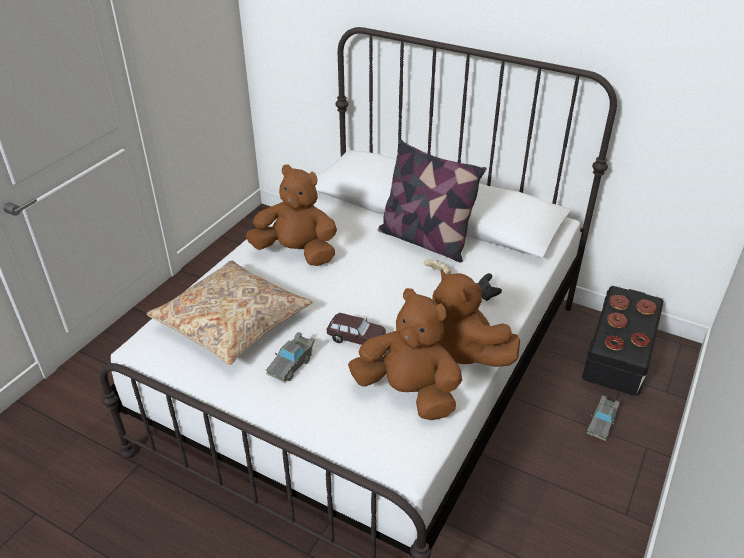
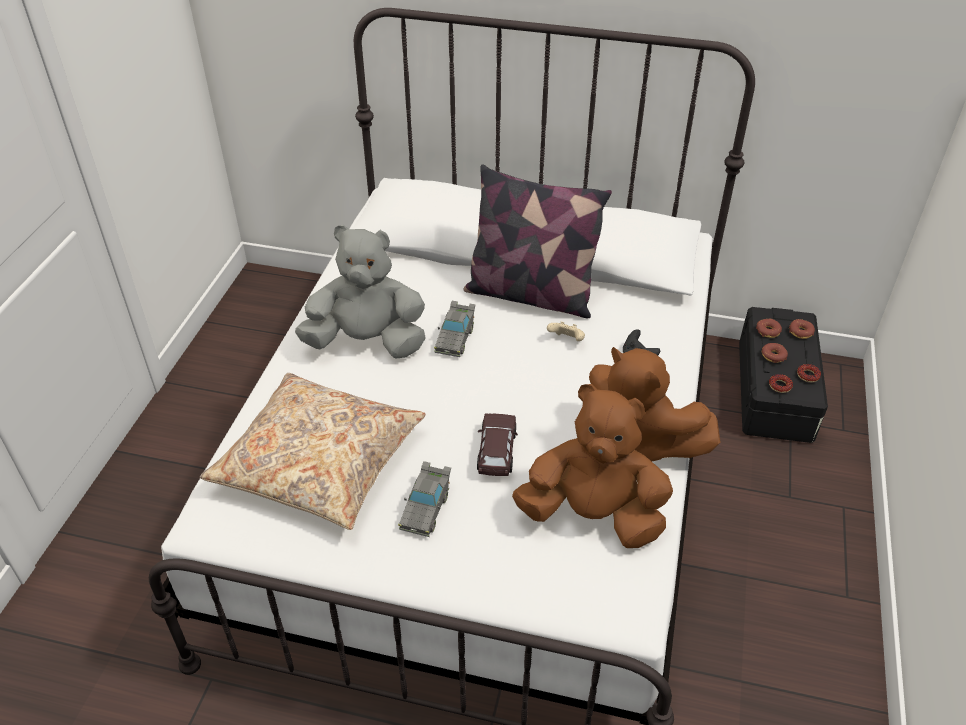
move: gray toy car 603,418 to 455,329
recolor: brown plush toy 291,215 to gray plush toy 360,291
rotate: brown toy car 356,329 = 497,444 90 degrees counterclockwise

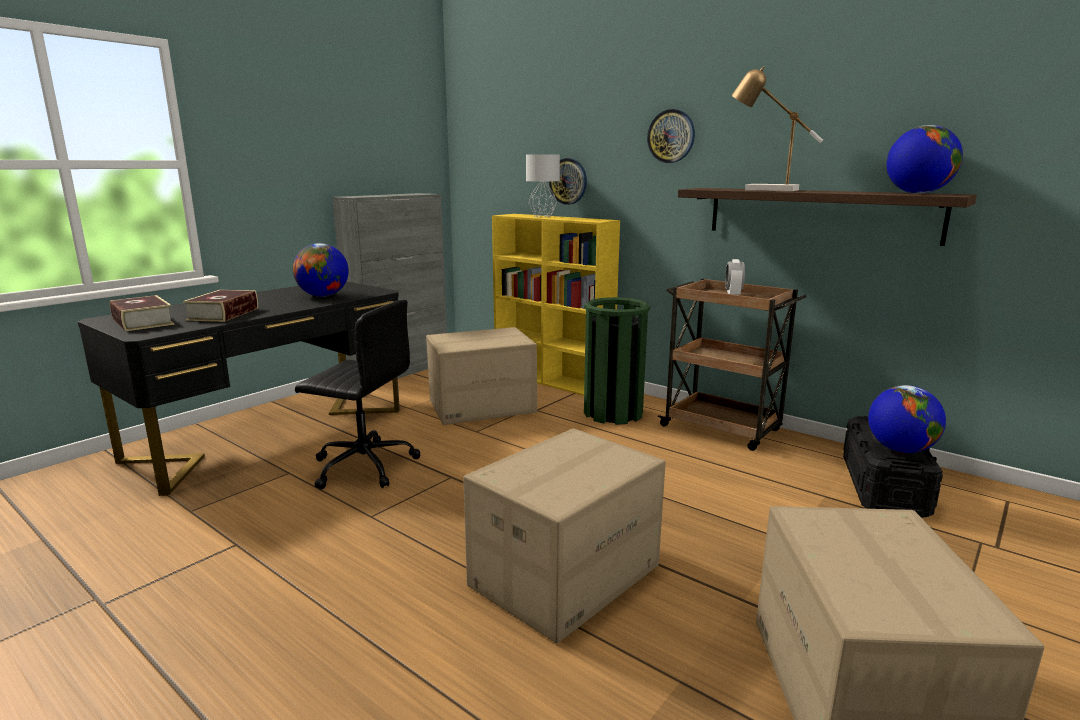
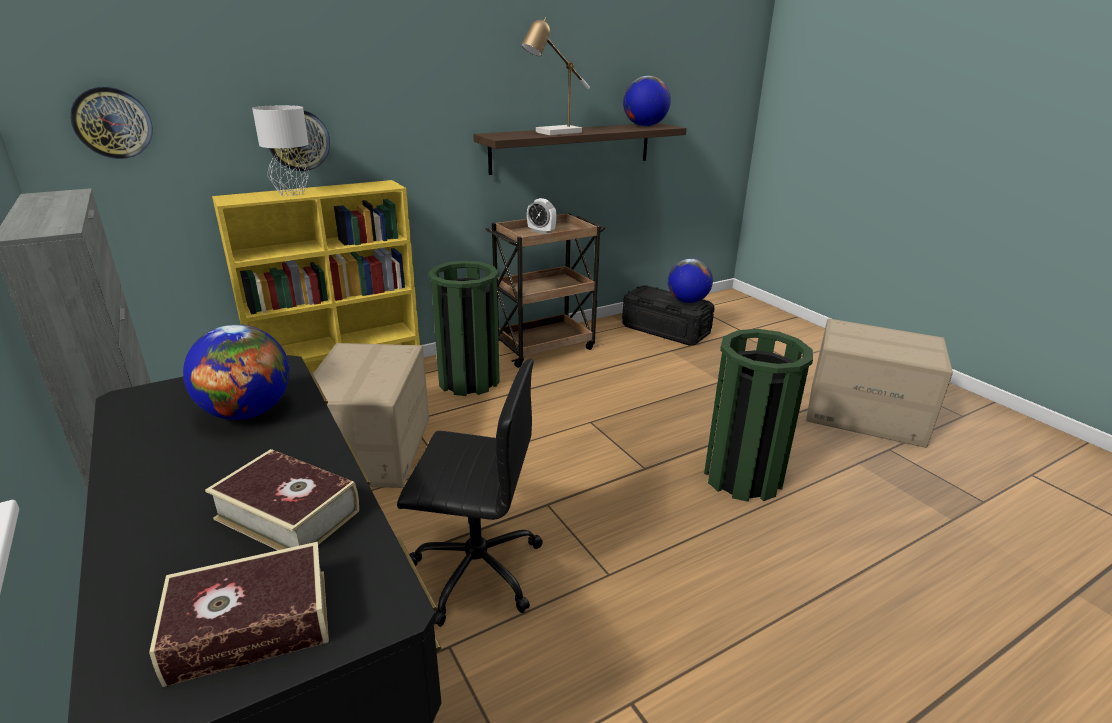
move: hanging clock 671,136 to 111,123
replace: carton 564,535 to greenish waste bin 758,415
rotate: black desk chair 358,395 = 470,493 60 degrees clockwise

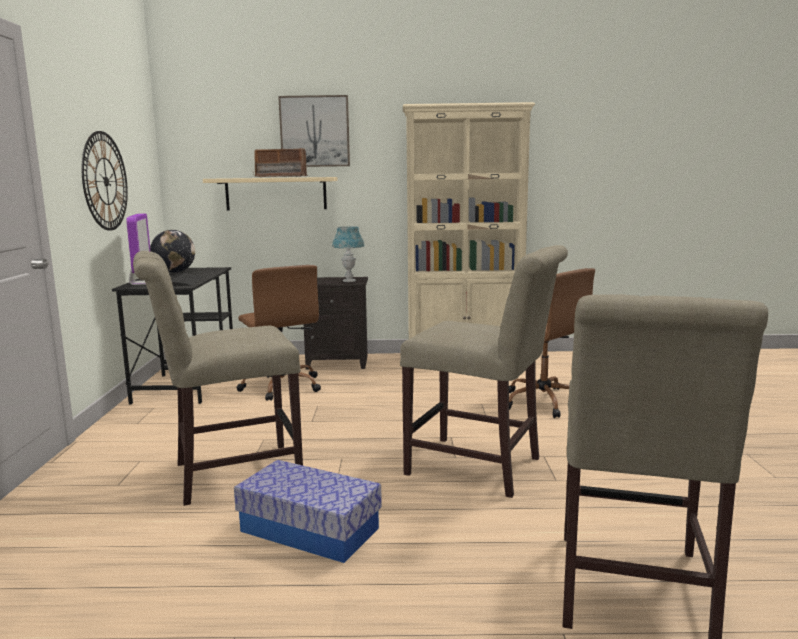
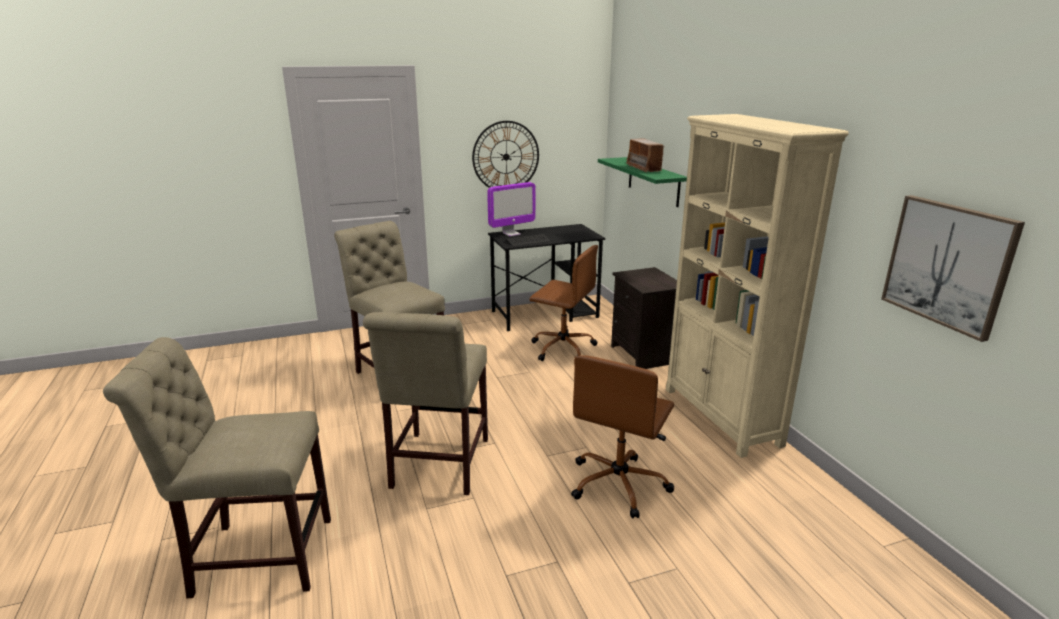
delete: bluish tabletop lamp 348,254; desk globe 172,251; storage bin 308,511
move: wall picture 314,131 to 953,268
recolor: beige-coloured shelf 270,194 to greenish shelf 642,182
rotate: brown desk chair 279,333 = 564,303 105 degrees counterclockwise

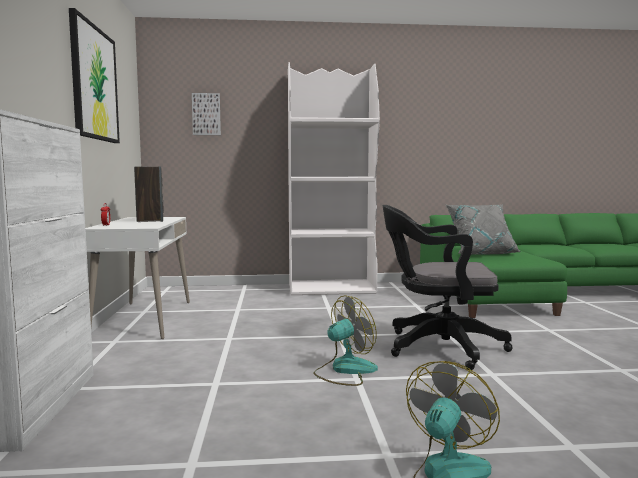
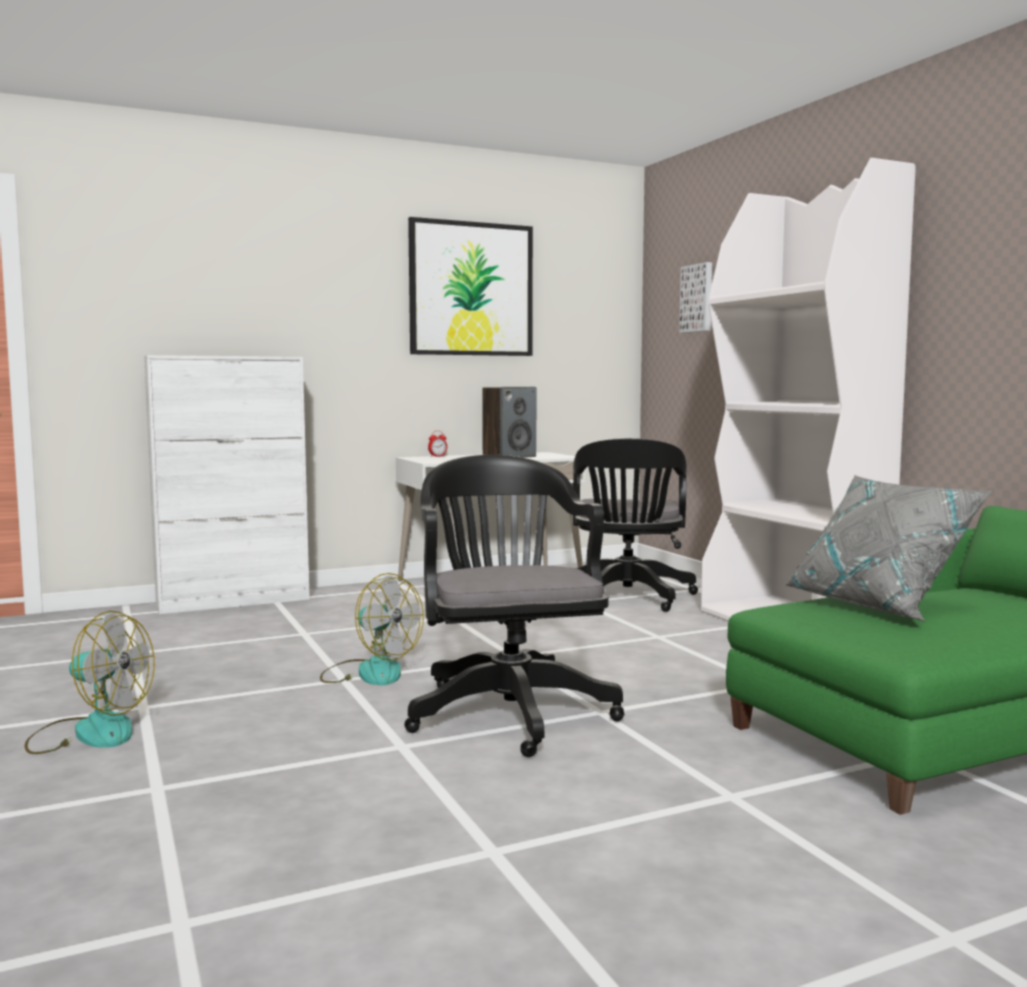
insert: black desk chair 635,525

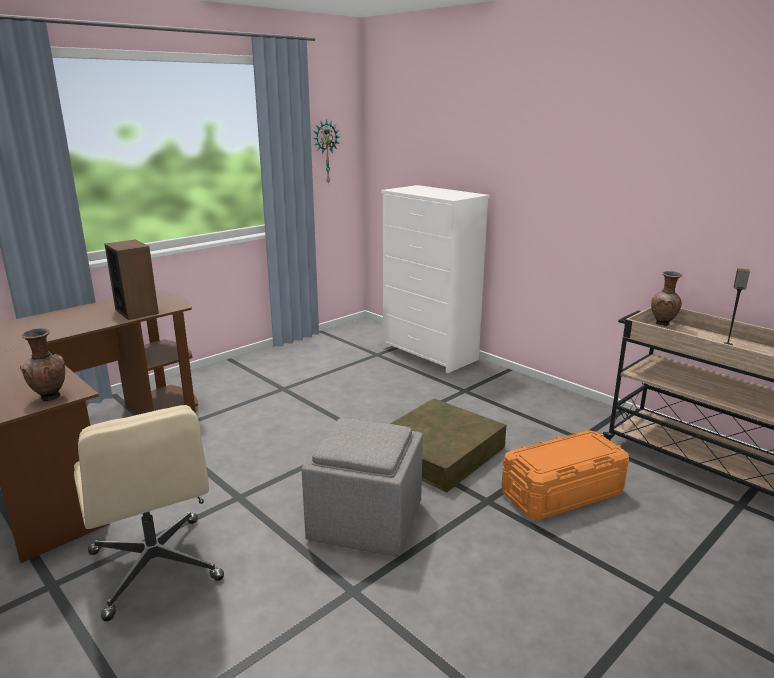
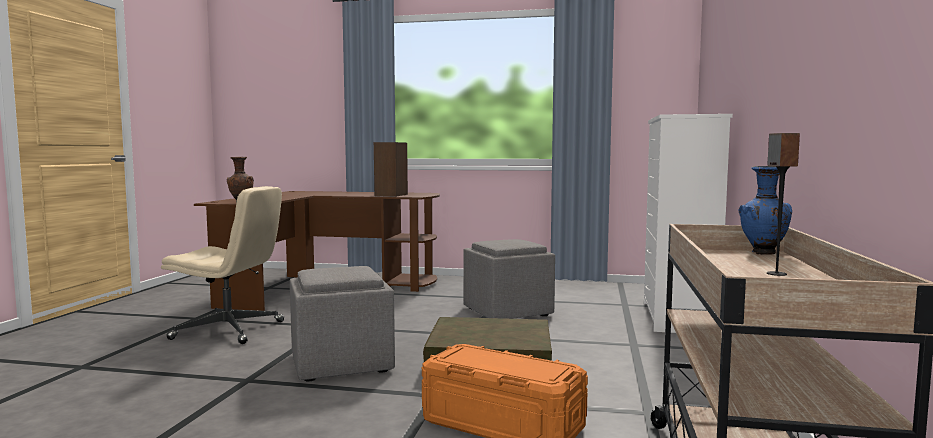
delete: hanging clock 326,152
insert: gray footrest 509,279
recolor: brown flower vase 666,298 to bluish flower vase 765,210
rotate: beige-coloured desk chair 149,513 = 222,265 105 degrees counterclockwise

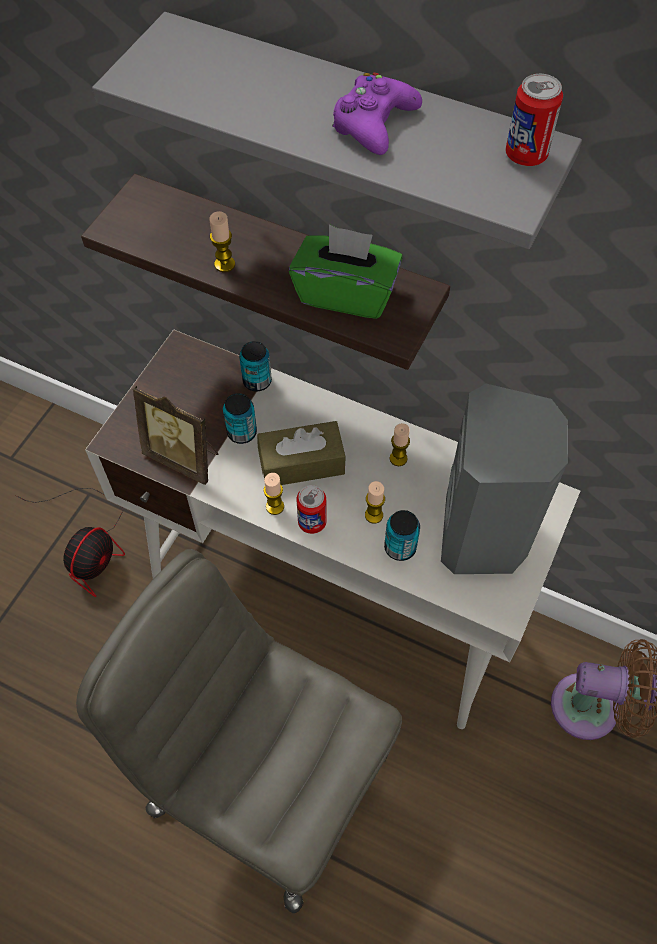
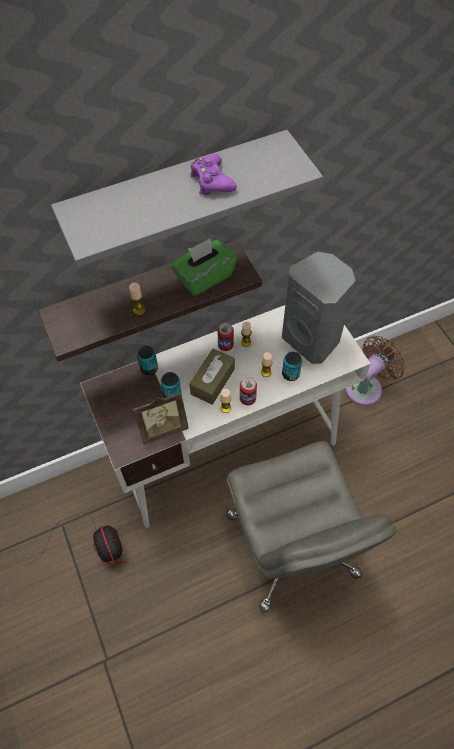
move: metal can 534,120 to 225,337
rotate: gray desk chair 239,731 = 311,526 90 degrees counterclockwise

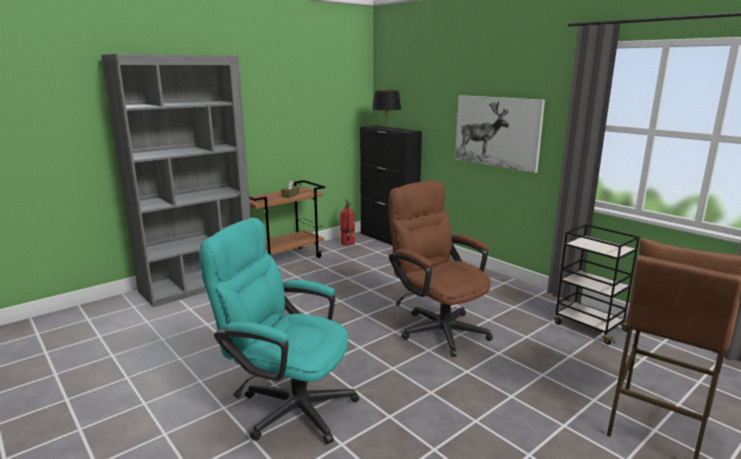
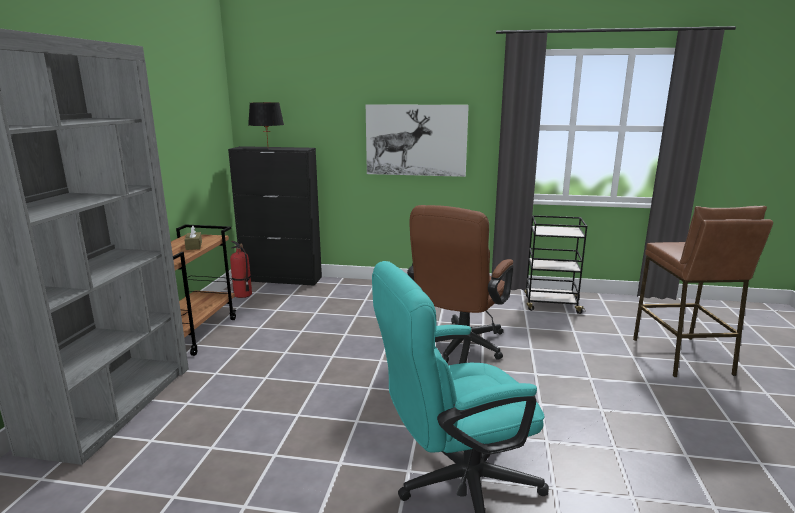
rotate: brown desk chair 441,269 = 460,284 75 degrees counterclockwise

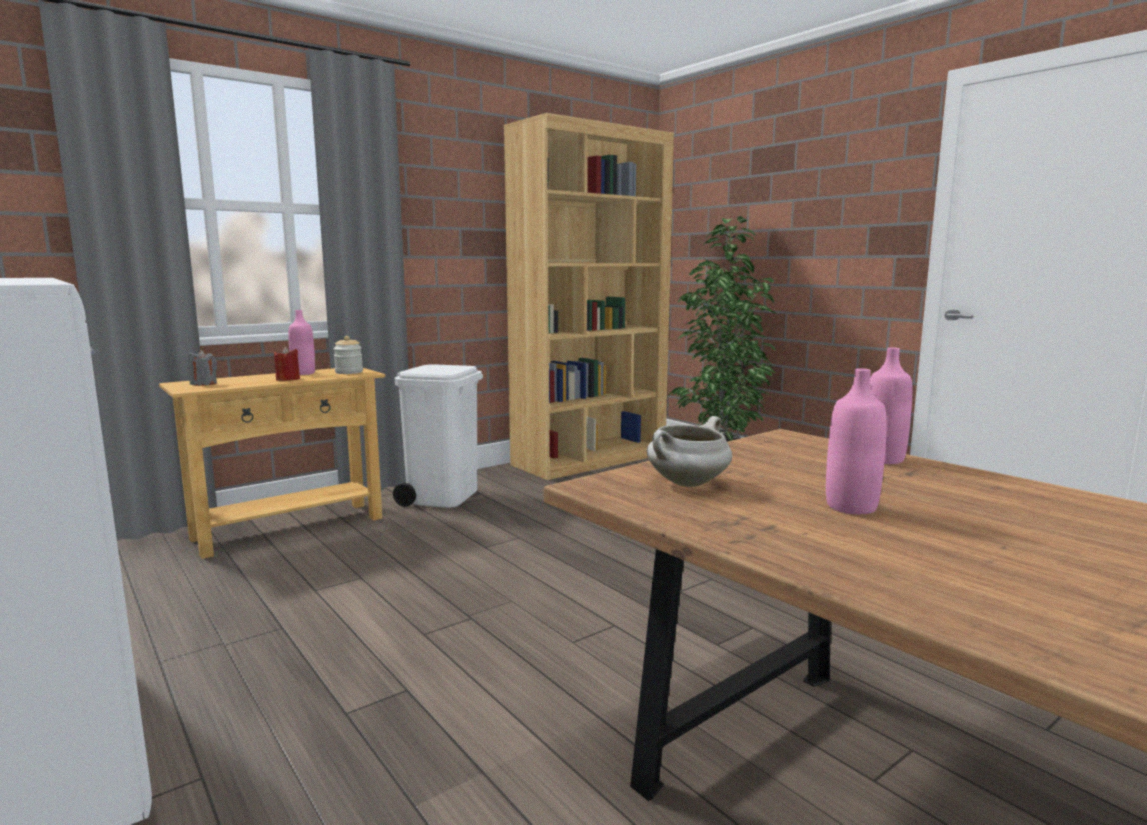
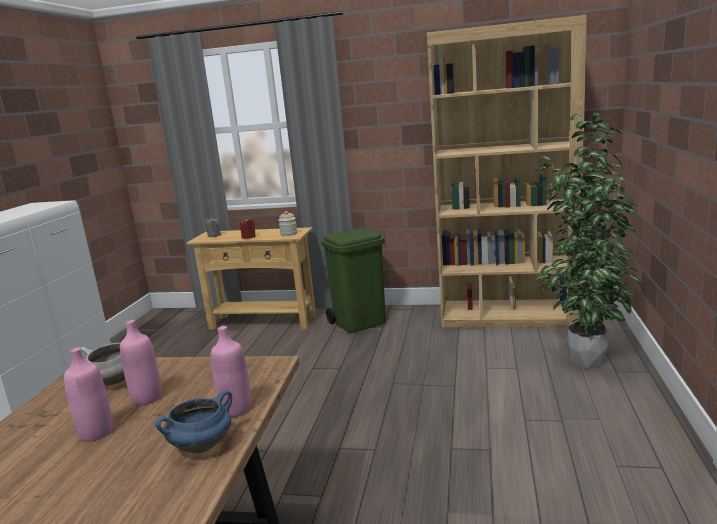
insert: bluish stockpot 193,421
move: pink-coloured drink bottle 301,342 to 141,362
recolor: whitish waste bin 438,436 to greenish waste bin 353,280

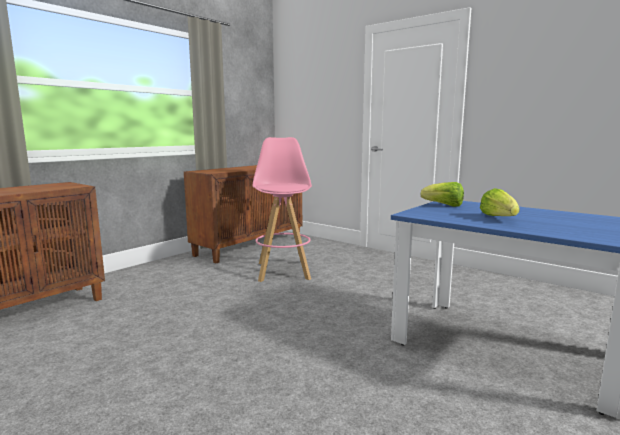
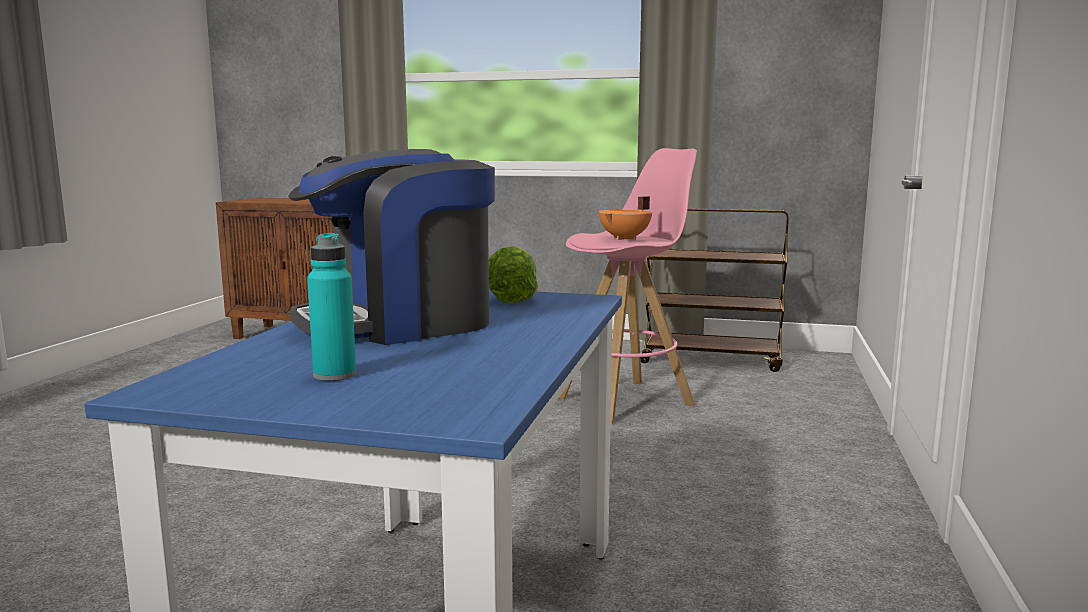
insert: orange-coloured stockpot 625,218; turquoise drink bottle 331,307
replace: brown cupboard 243,214 to brown trolley 715,290; lettuce 500,202 to coffee machine 391,247

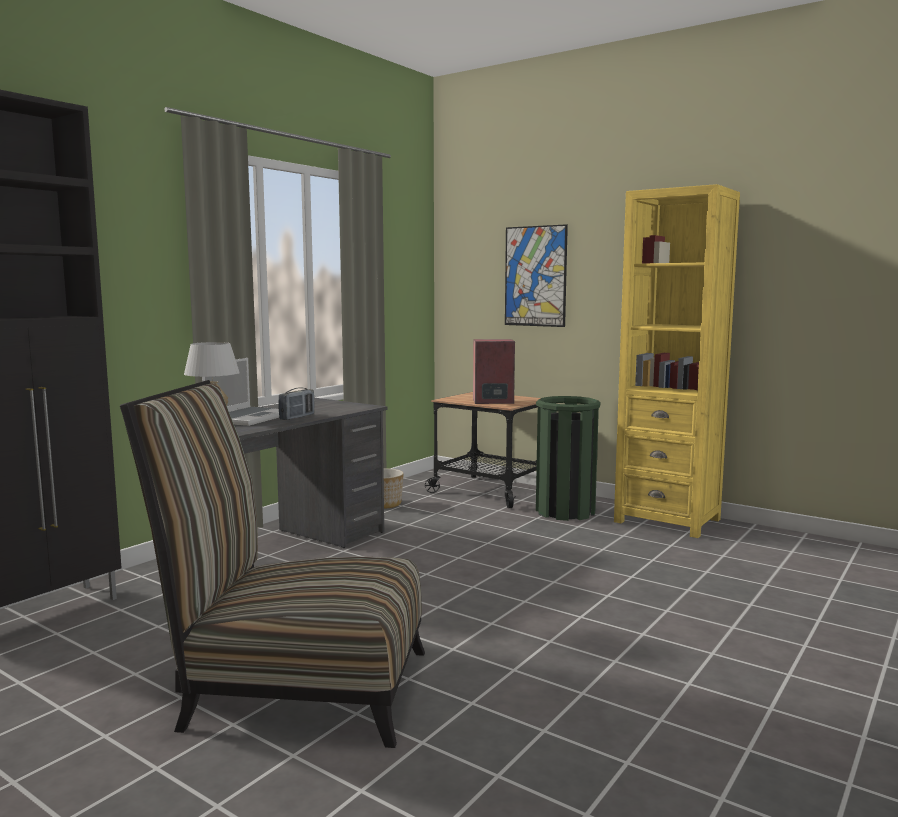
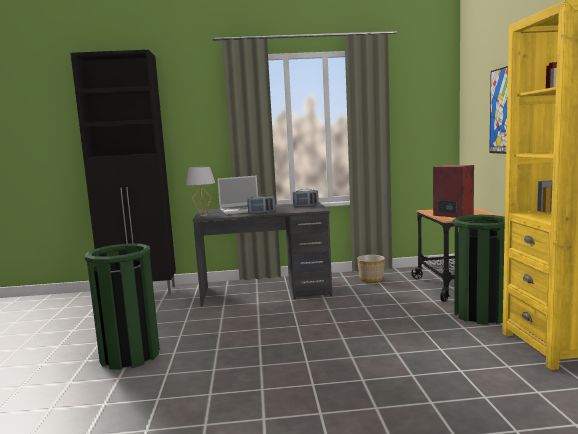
insert: radio set 306,198
replace: upright chair 272,564 to greenish waste bin 122,306

